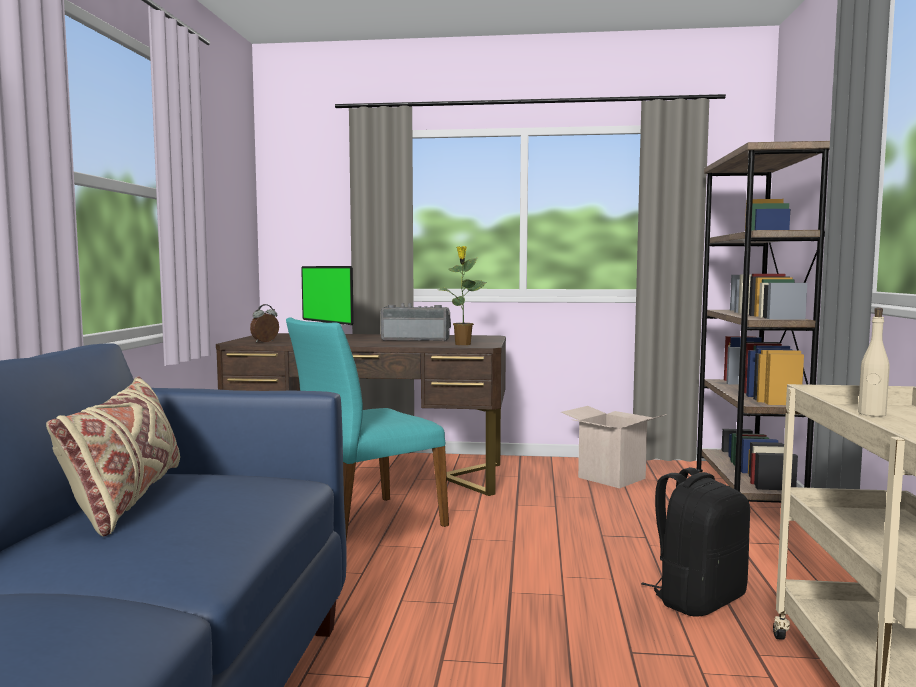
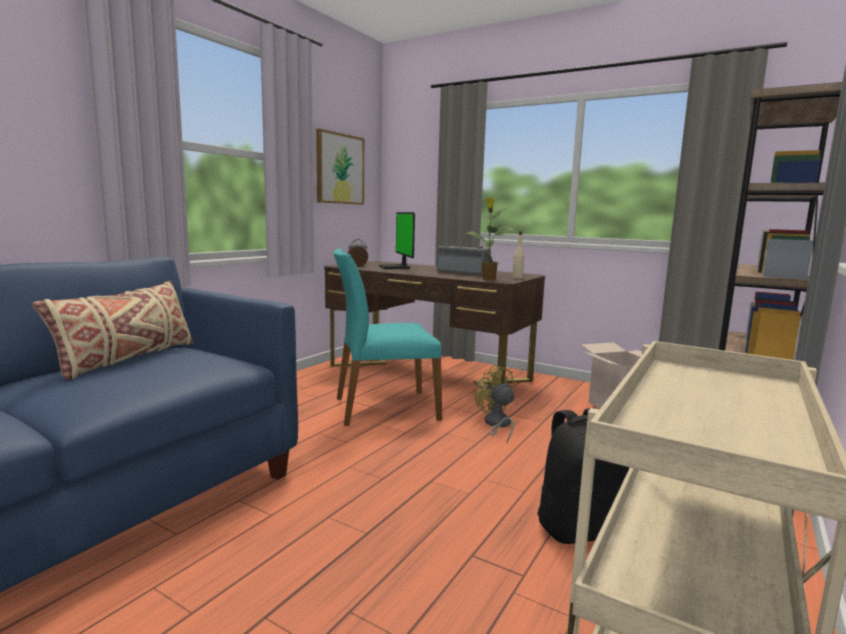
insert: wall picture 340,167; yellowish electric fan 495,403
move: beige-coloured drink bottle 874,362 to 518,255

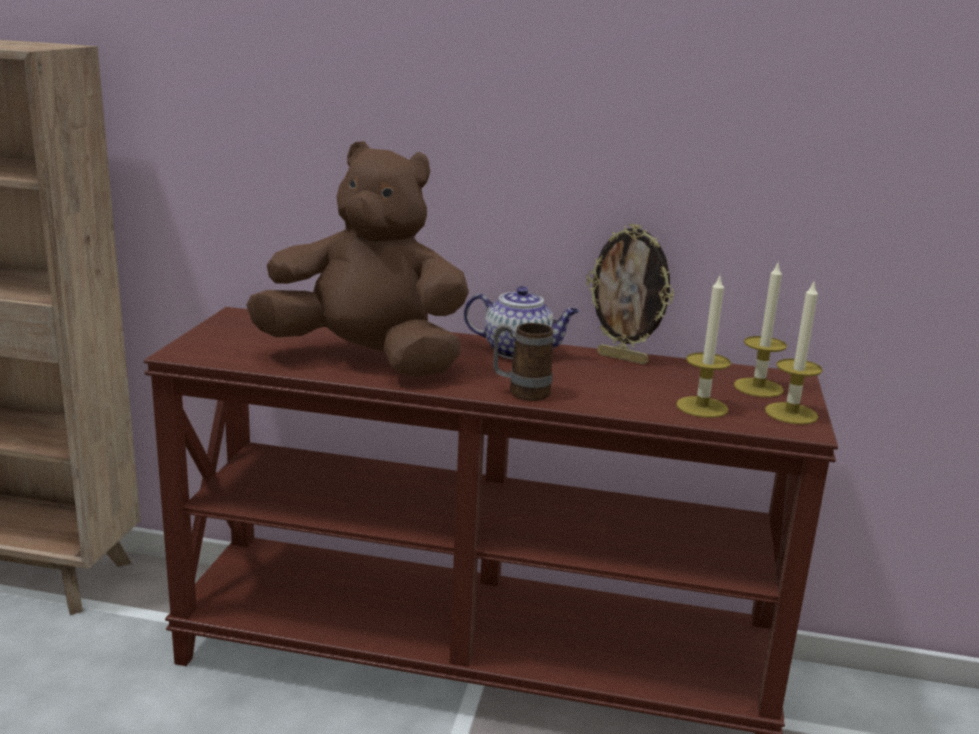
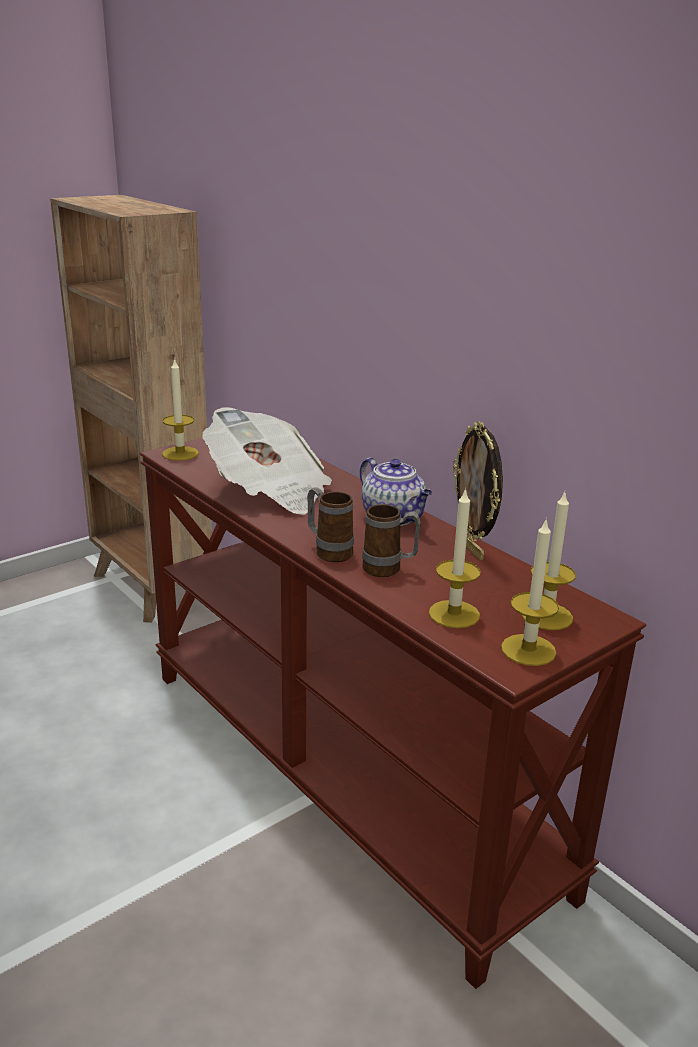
insert: wax light 180,409; mug 391,540
replace: brown plush toy 357,259 to printed paper 267,461

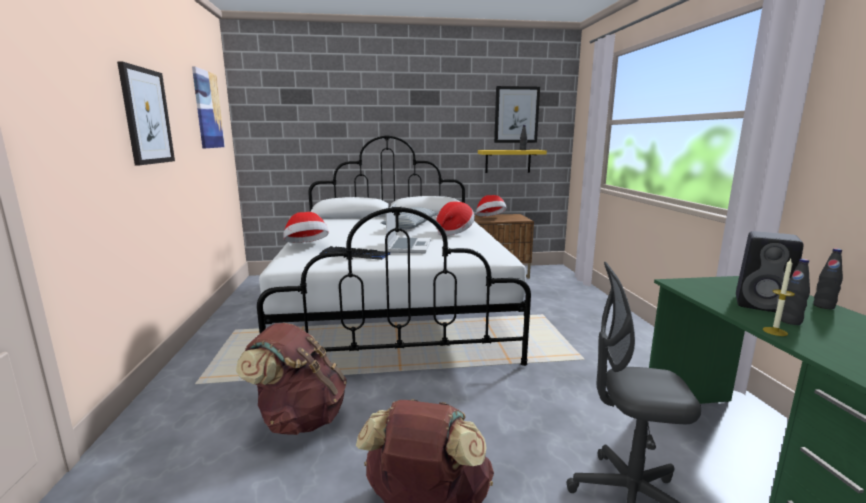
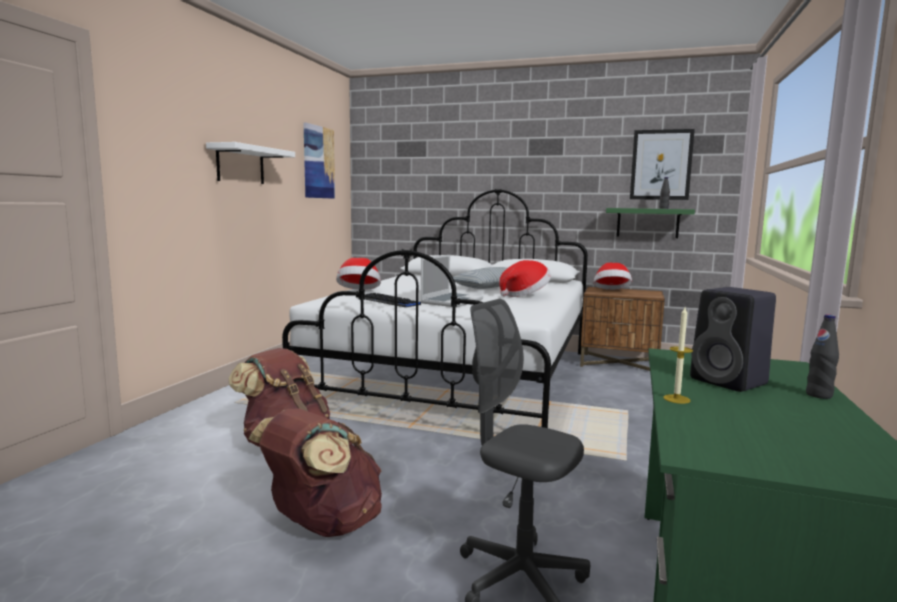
delete: black drink bottle 795,292
replace: wall picture 146,113 to whitish shelf 250,163
recolor: yellowish shelf 512,161 to greenish shelf 650,223

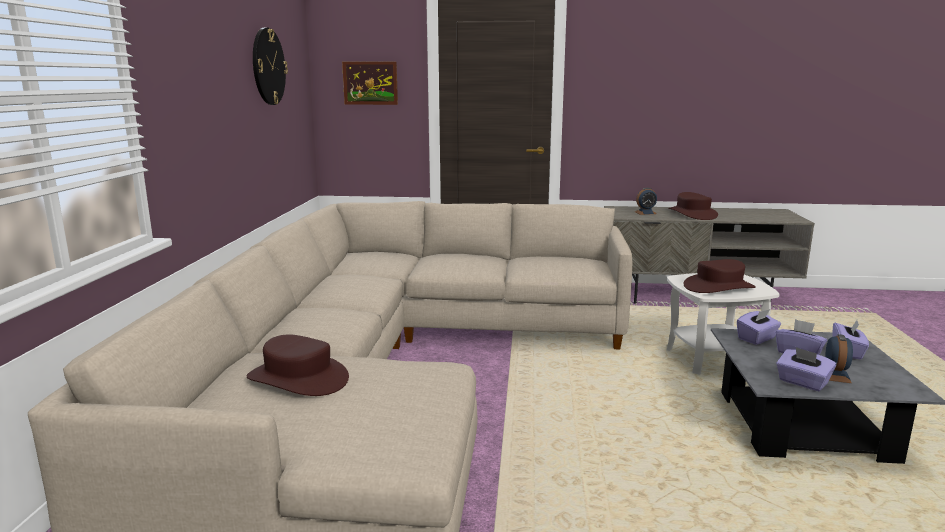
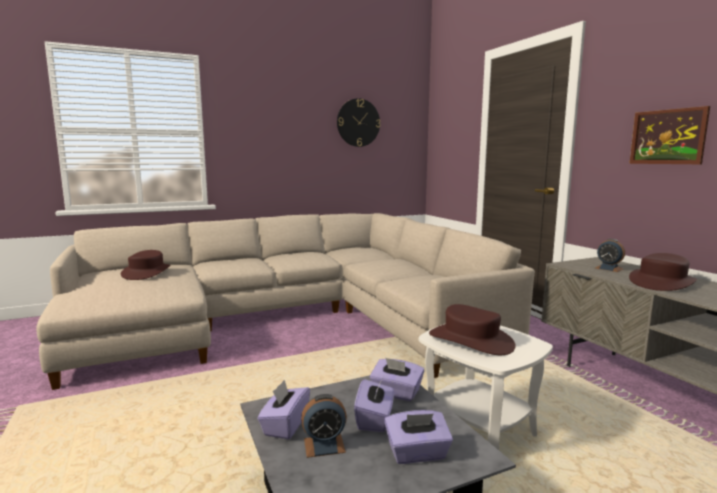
move: wall picture 370,83 to 669,135

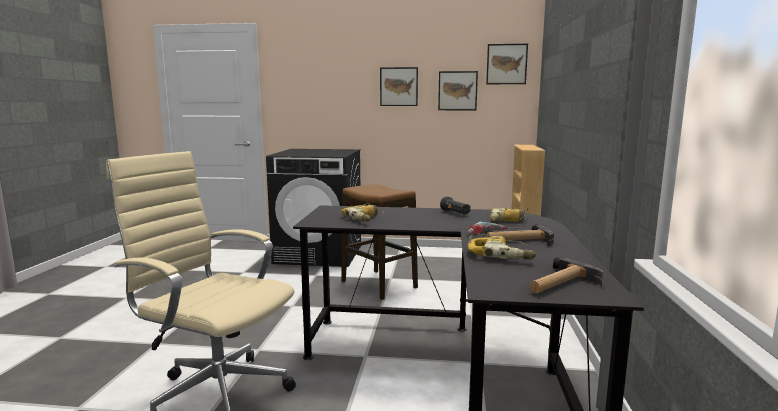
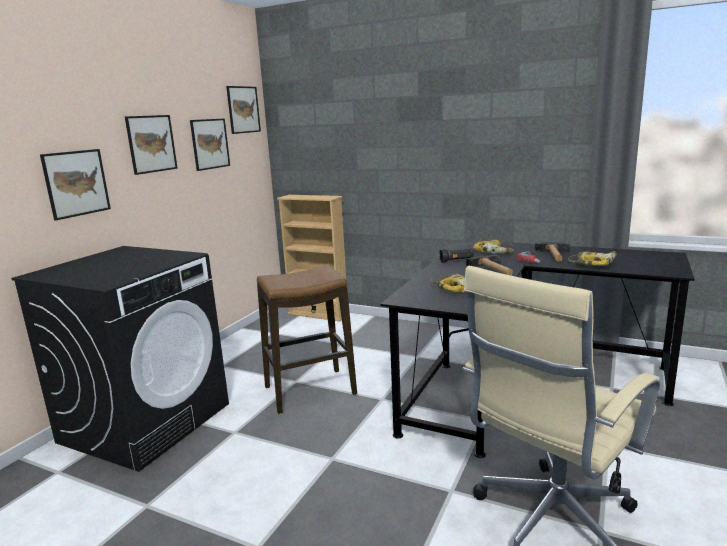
insert: wall picture 75,184
move: hand hammer 566,275 to 489,265

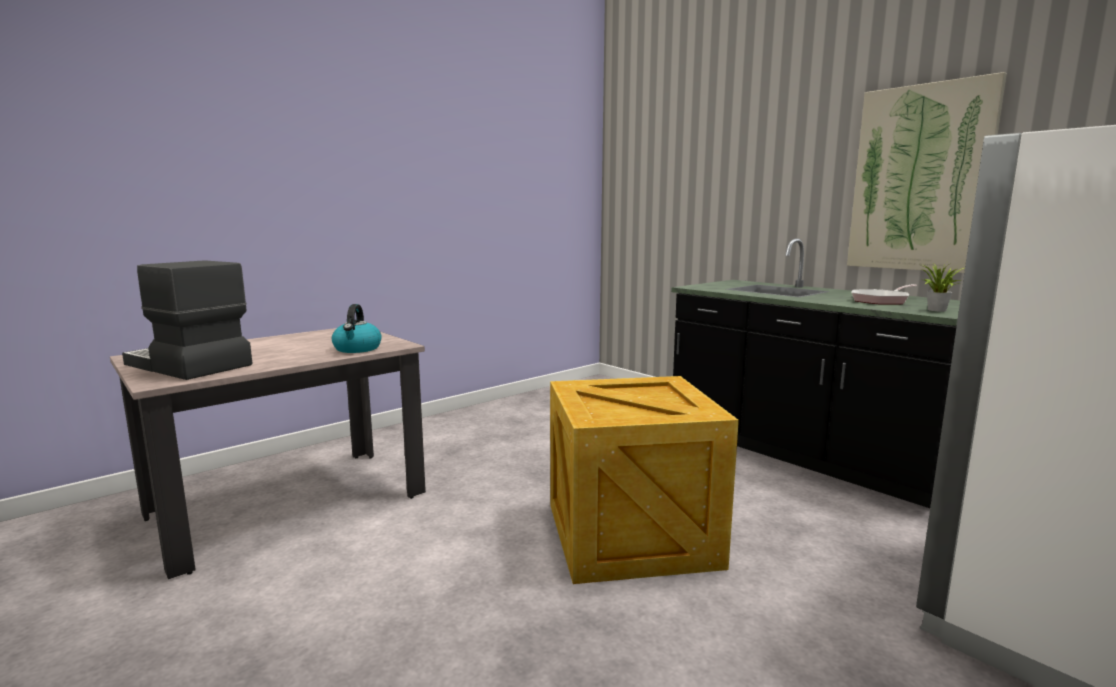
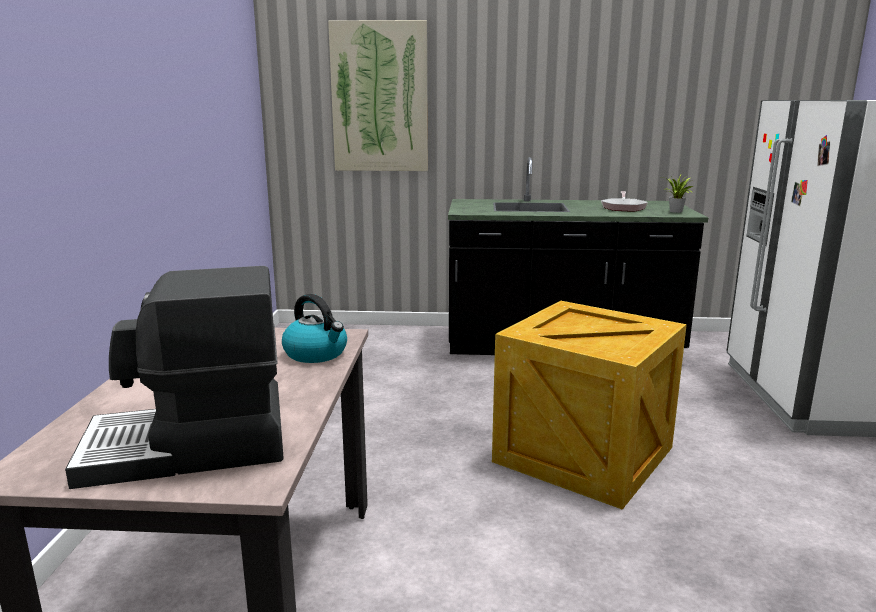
move: wall picture 927,172 to 378,95

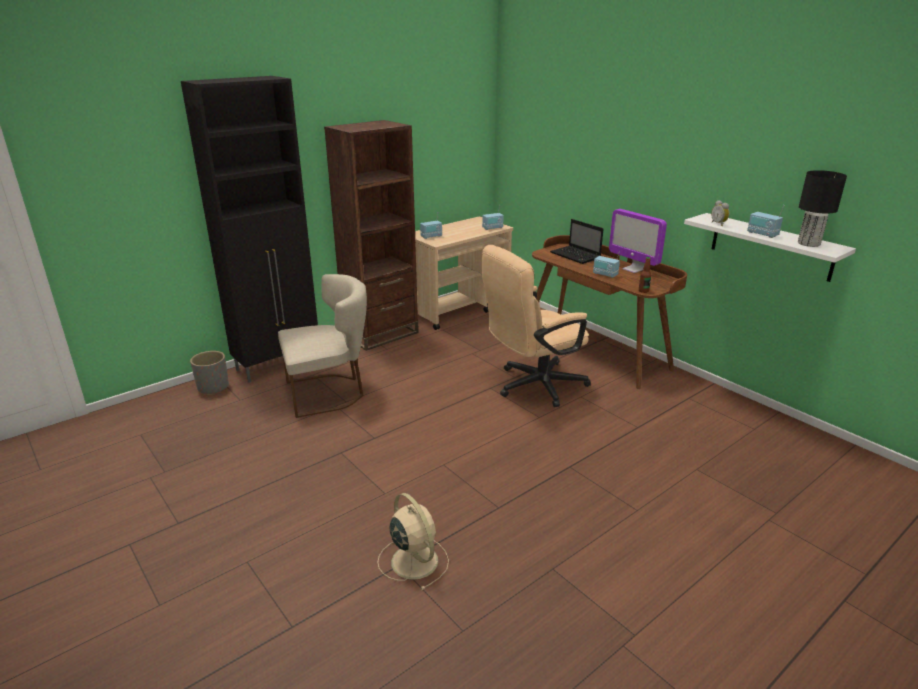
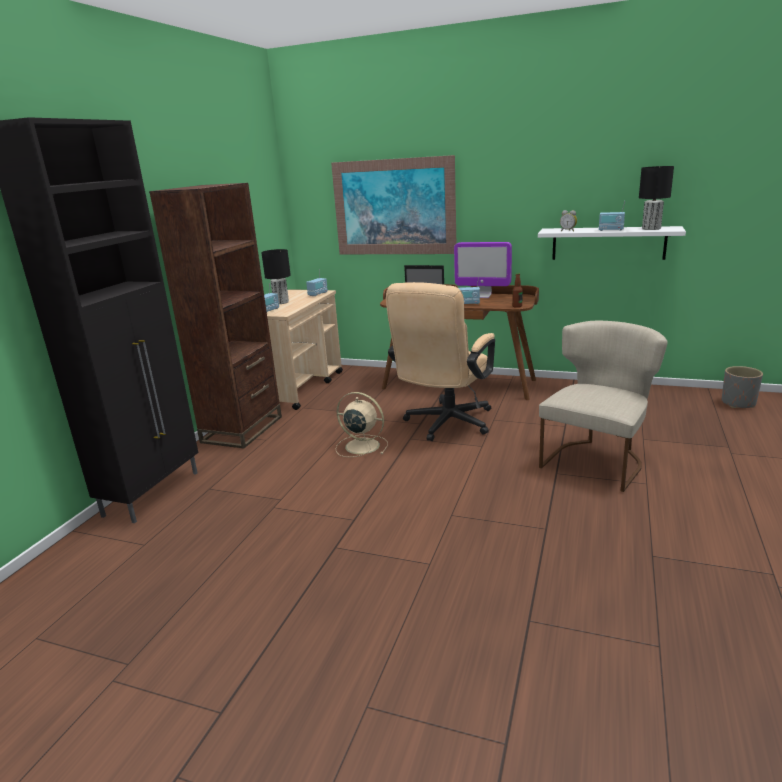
insert: wall picture 393,204; black tabletop lamp 276,276
move: beige-coloured upright chair 322,346 to 603,406; gray planter 209,373 to 742,387; beige-coloured electric fan 413,541 to 361,424

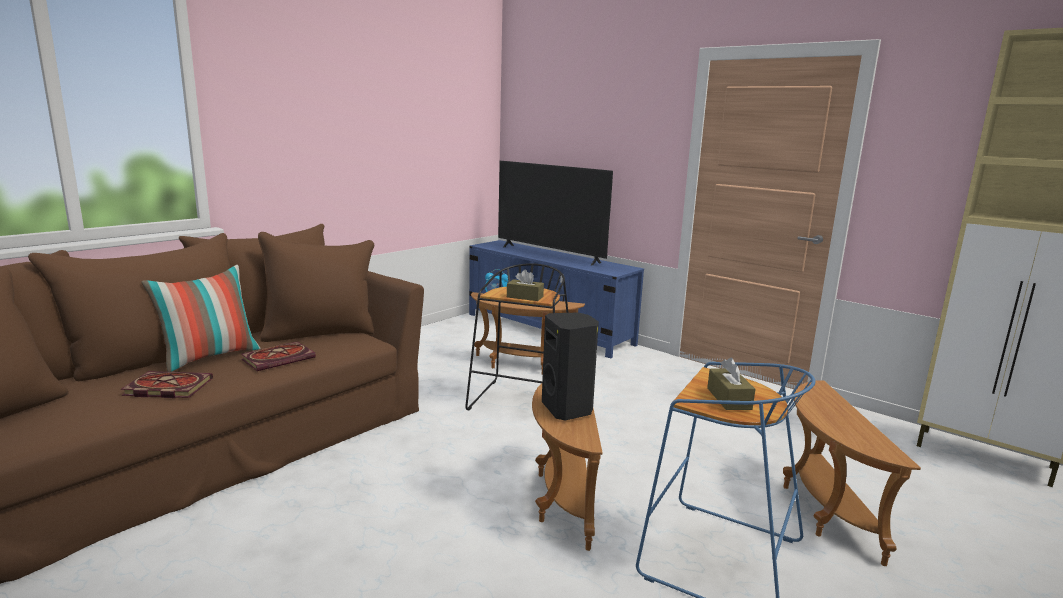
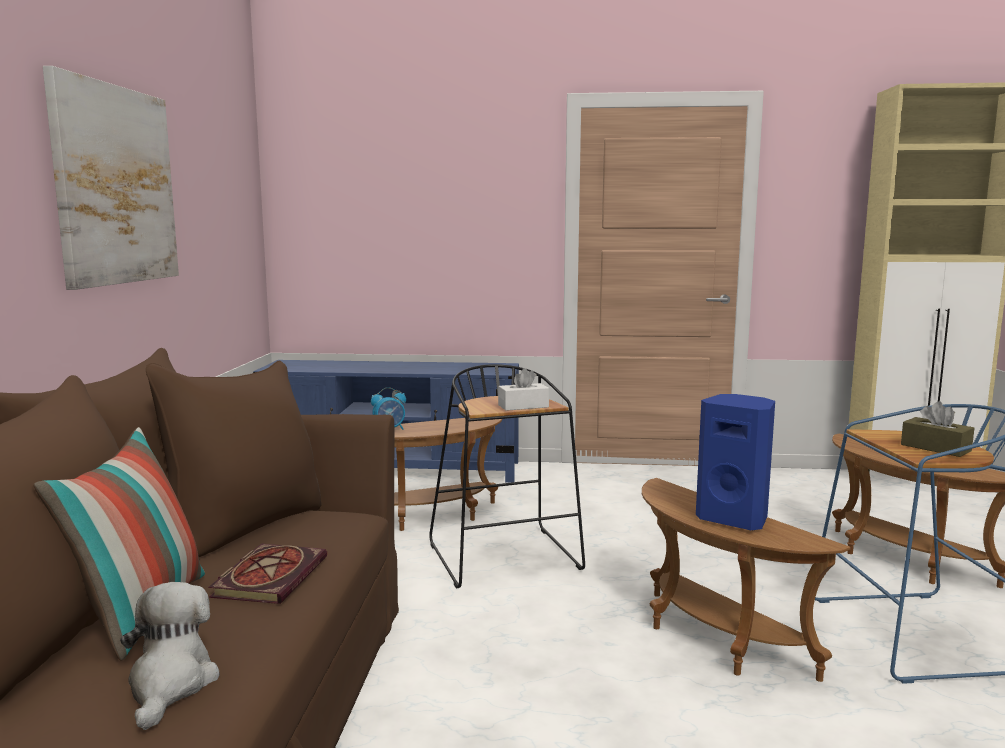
delete: TV set 555,213
insert: wall picture 111,178
replace: book 167,384 to plush toy 170,656
recolor: brown tissue holder 525,285 to whitish tissue holder 523,389; black loudspeaker 570,366 to bluish loudspeaker 735,462

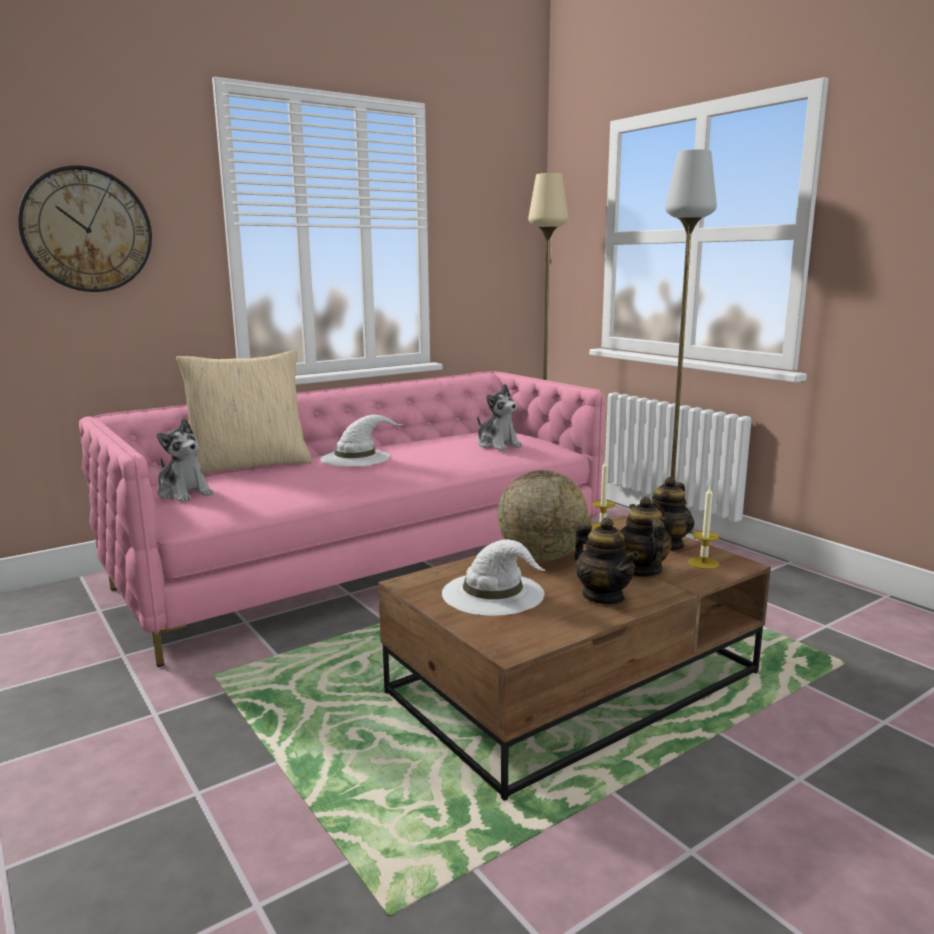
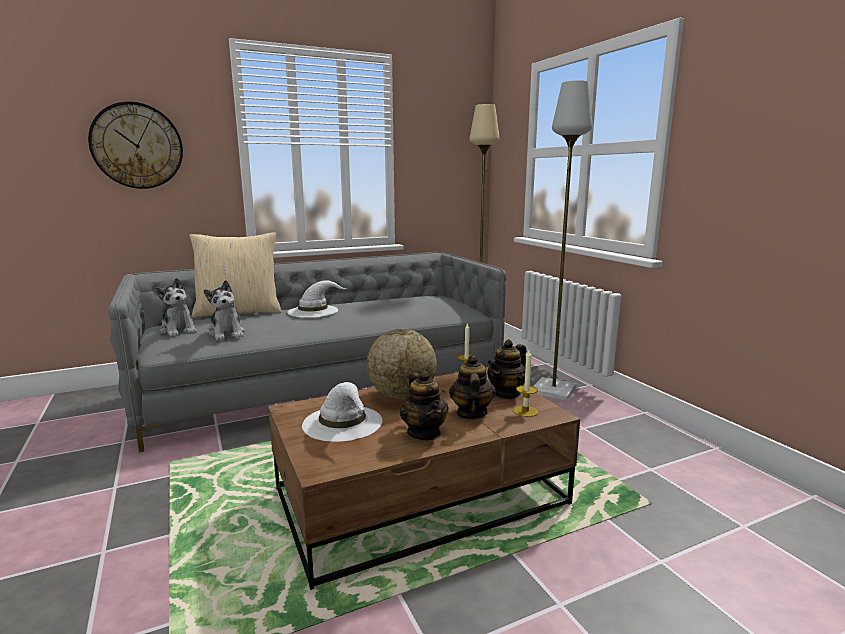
move: plush toy 499,417 to 224,310
recolor: pink-coloured settee 342,519 to gray settee 307,352

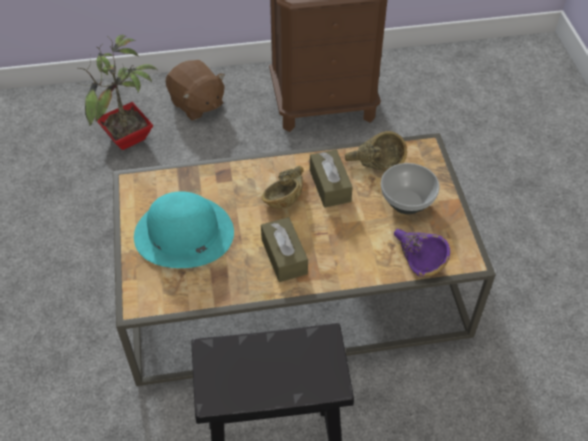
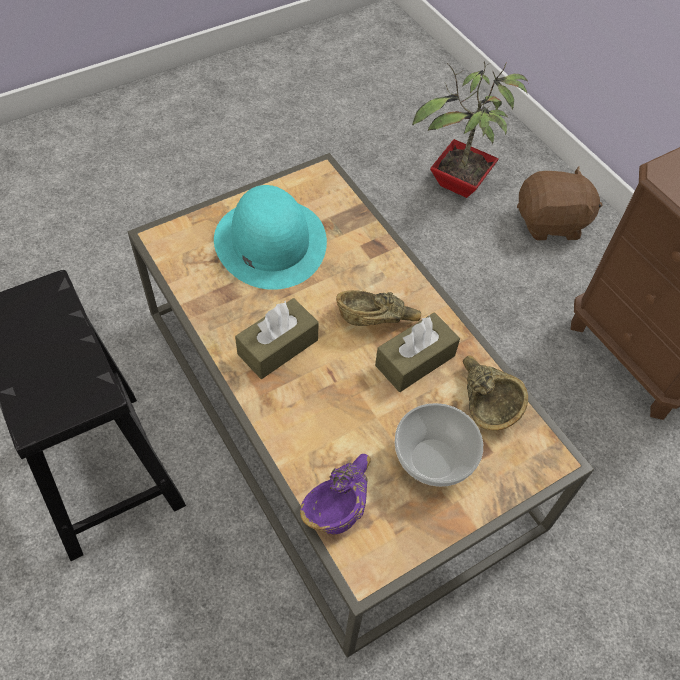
rotate: brown plush toy 195,90 = 559,204 120 degrees counterclockwise

